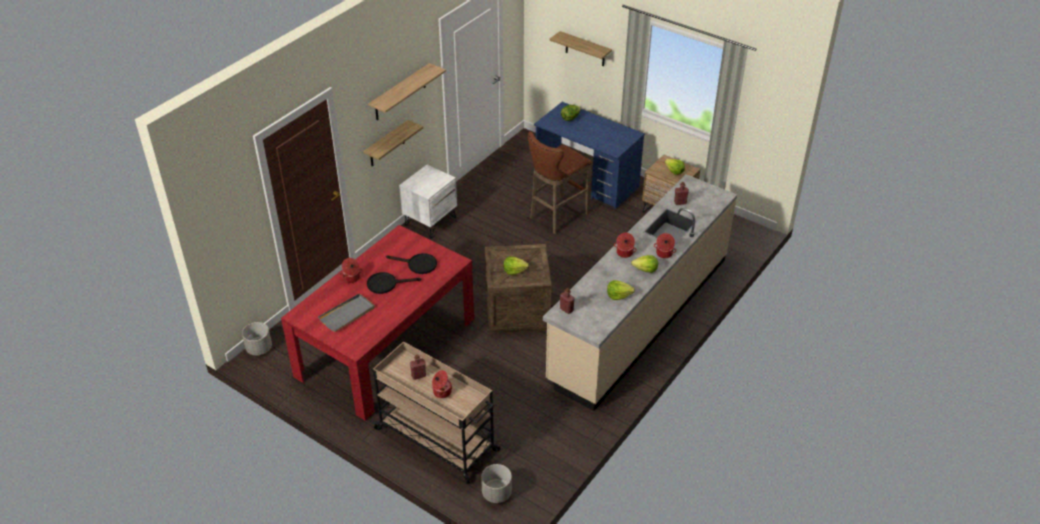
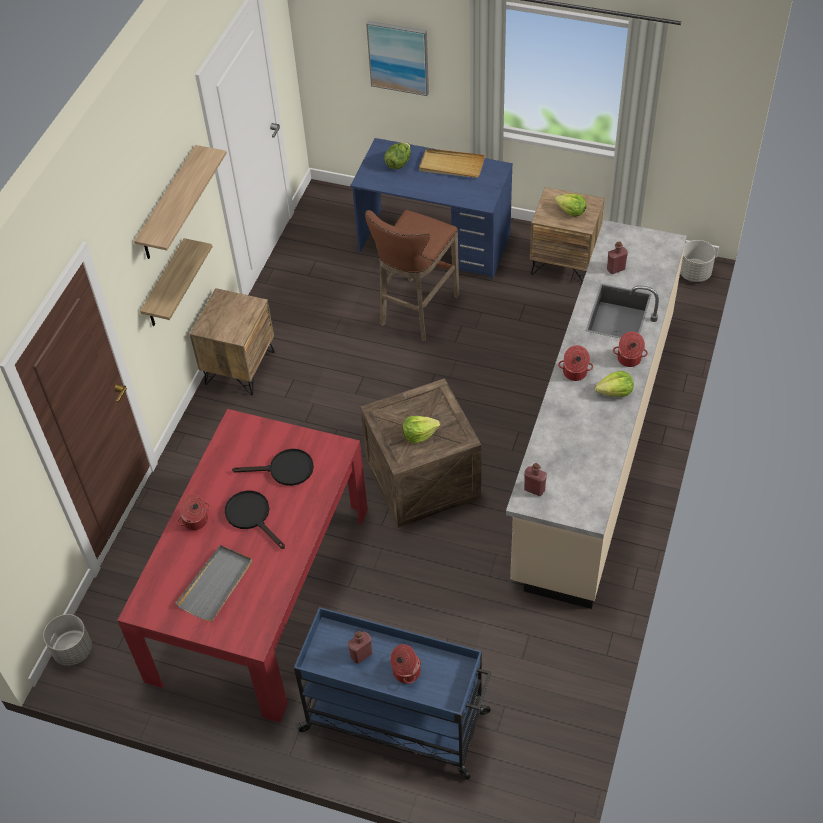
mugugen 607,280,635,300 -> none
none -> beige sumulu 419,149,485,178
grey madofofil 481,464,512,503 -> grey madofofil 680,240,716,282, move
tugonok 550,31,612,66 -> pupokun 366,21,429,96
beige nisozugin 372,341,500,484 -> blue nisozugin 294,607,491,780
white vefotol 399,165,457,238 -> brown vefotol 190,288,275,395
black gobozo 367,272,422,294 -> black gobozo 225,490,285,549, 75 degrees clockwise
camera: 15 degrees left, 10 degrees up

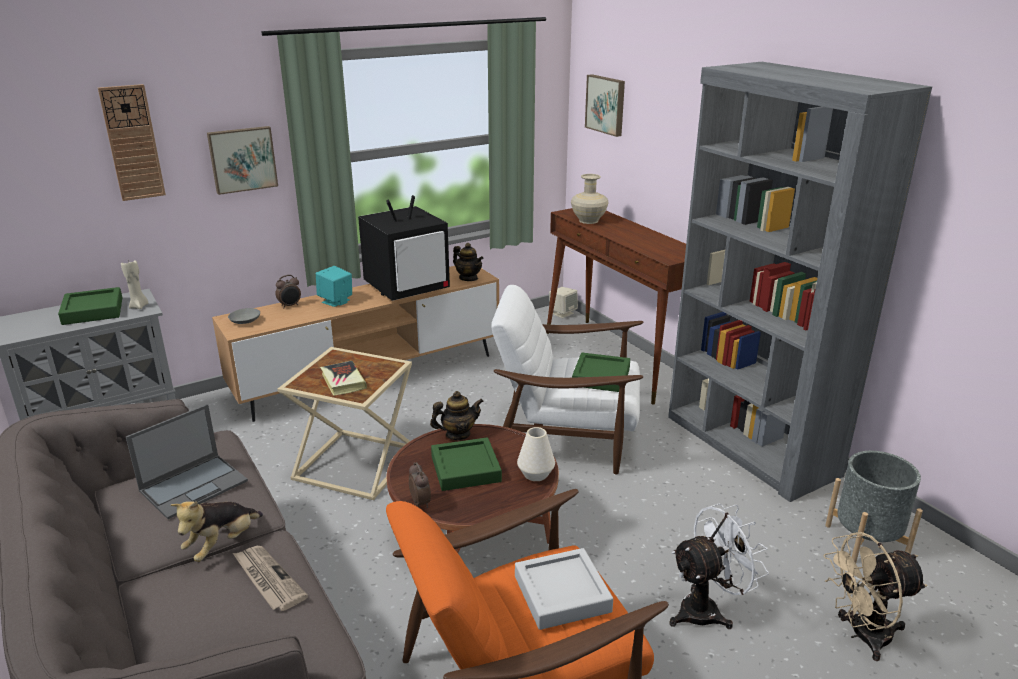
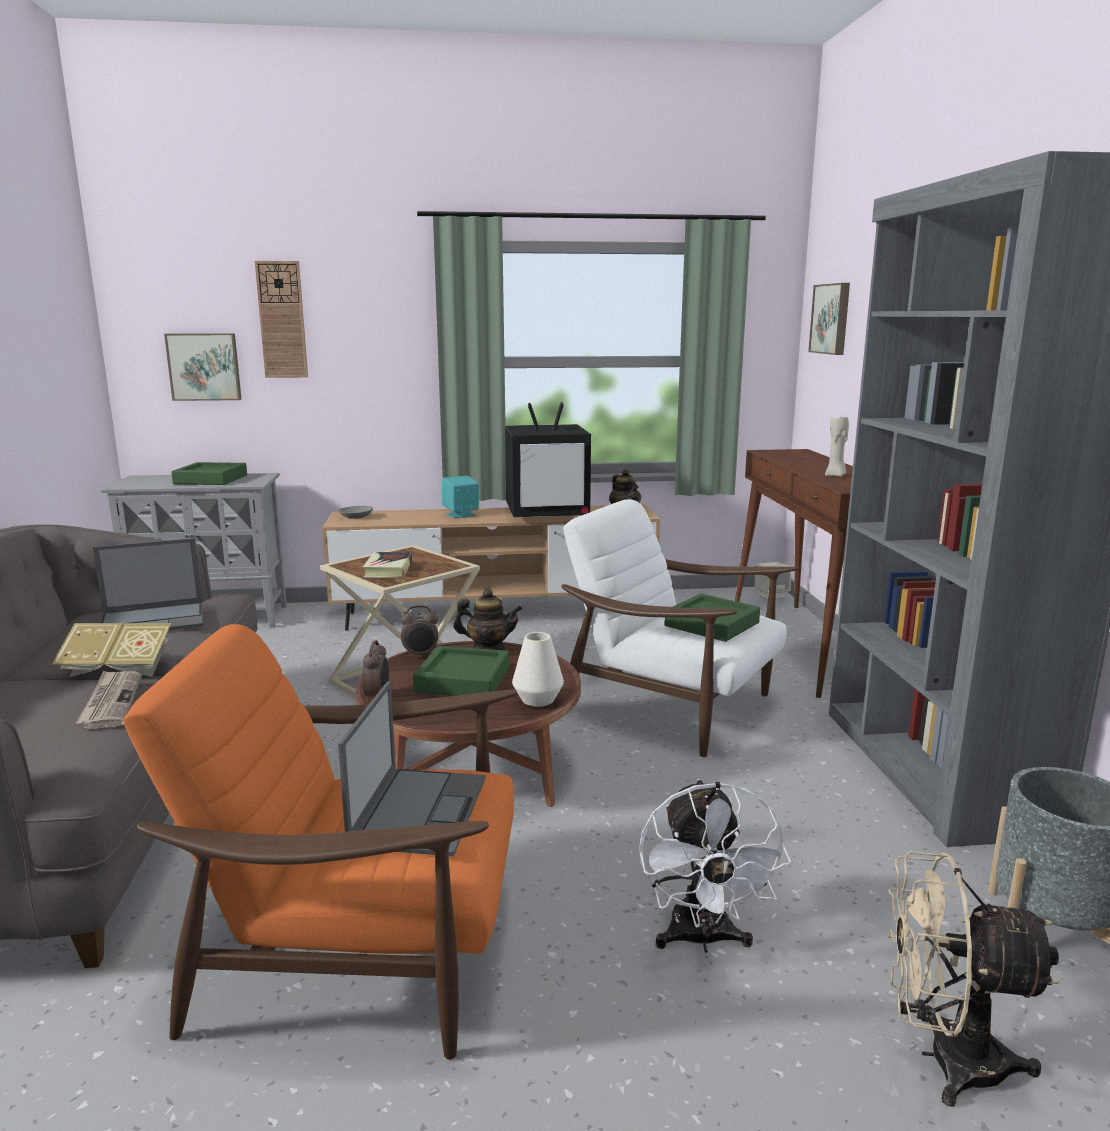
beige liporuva 571,174,608,224 -> none
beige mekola 121,260,148,309 -> beige mekola 825,414,849,477, move
pupokun 207,126,278,195 -> pupokun 164,333,241,401, move
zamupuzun 275,275,301,308 -> zamupuzun 401,605,438,657, move
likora 171,501,263,562 -> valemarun 52,622,171,677
grey sumulu 515,548,613,630 -> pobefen 338,681,486,857
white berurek 670,503,769,629 -> white berurek 639,779,791,953, 90 degrees clockwise
camera: 25 degrees right, 10 degrees down

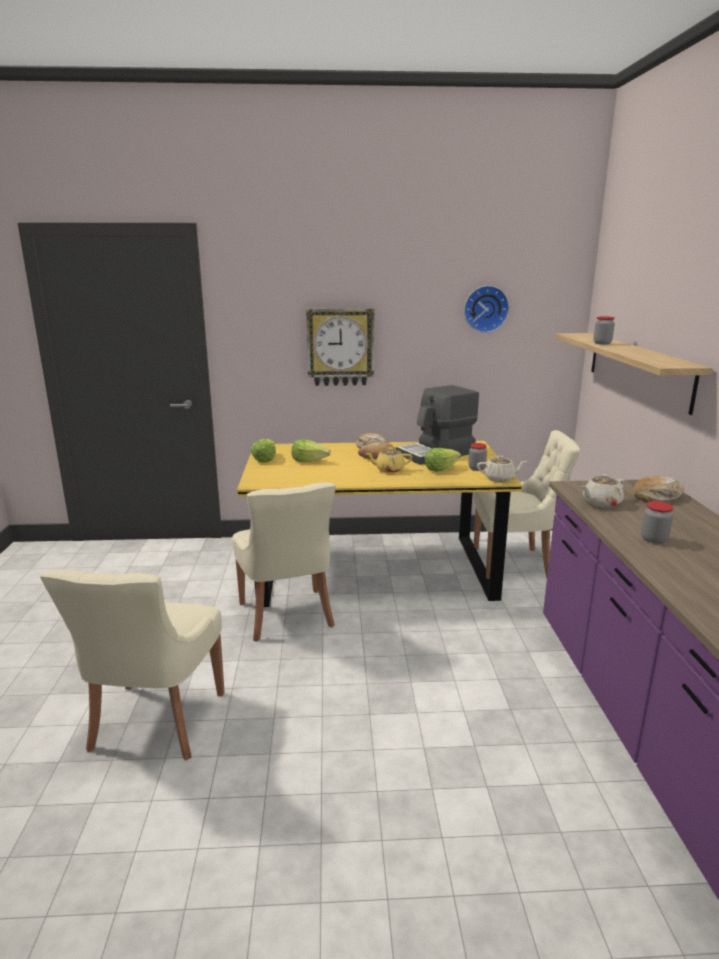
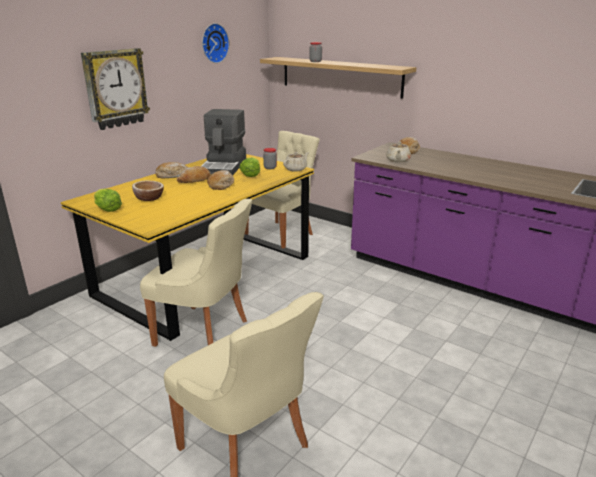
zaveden 641,501,674,544 -> none
mugugen 291,439,331,462 -> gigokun 132,181,164,201
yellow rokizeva 365,448,412,473 -> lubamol 207,170,234,190
camera: 50 degrees left, 5 degrees up

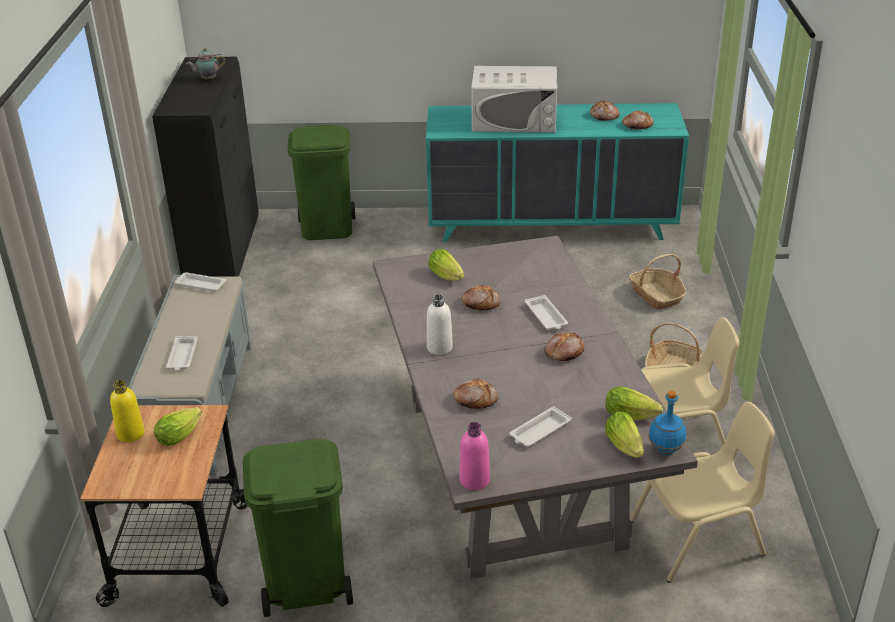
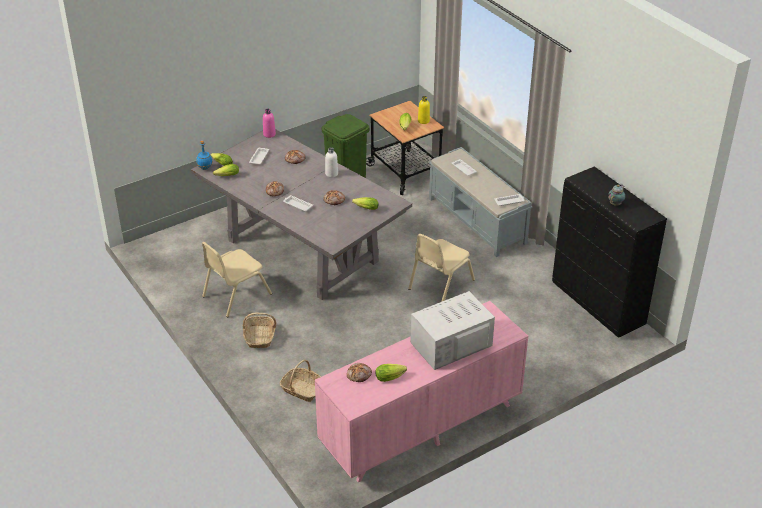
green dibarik 288,125,355,240 -> none
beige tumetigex 630,402,775,583 -> beige tumetigex 408,234,475,302, move
lubamol 590,100,620,121 -> mugugen 375,364,407,382
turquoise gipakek 426,103,689,242 -> pink gipakek 315,301,528,482
camera: 145 degrees right, 5 degrees up

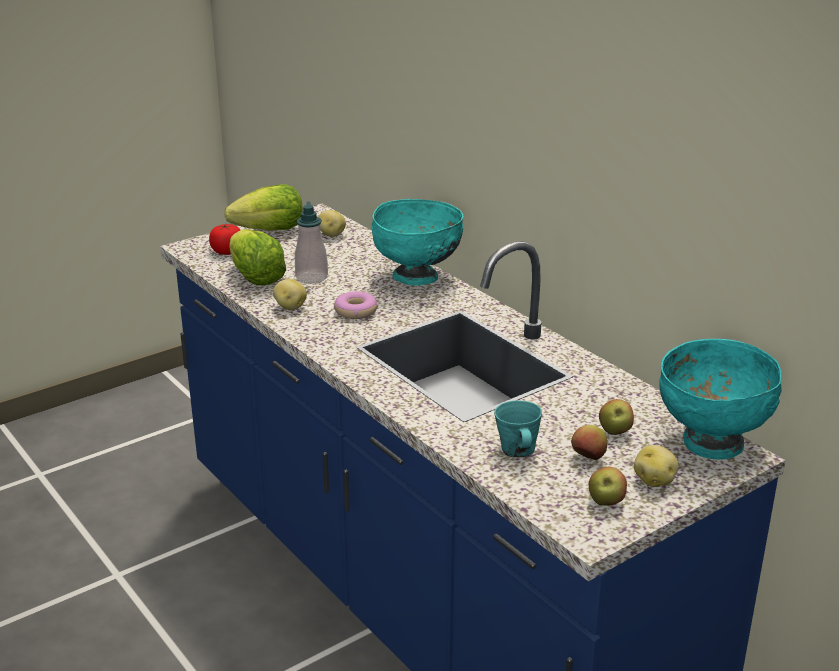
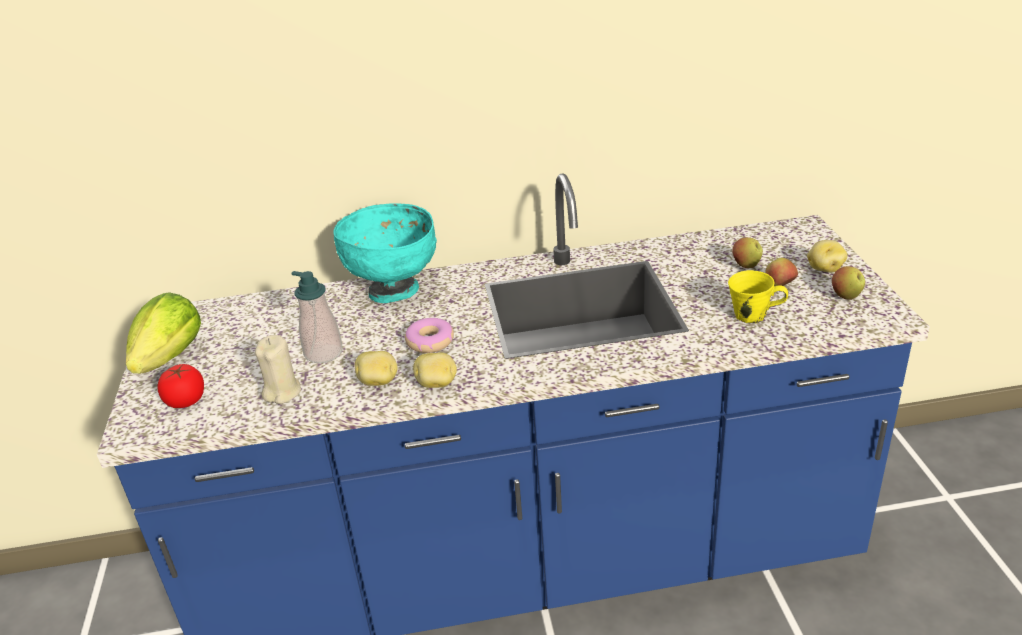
turquoise gigokun 659,339,782,460 -> none
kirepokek 318,210,346,237 -> kirepokek 413,352,457,388, move
mugugen 229,229,286,285 -> beige mekola 255,335,301,404
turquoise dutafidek 494,400,542,457 -> yellow dutafidek 728,270,788,323
camera: 60 degrees left, 5 degrees up

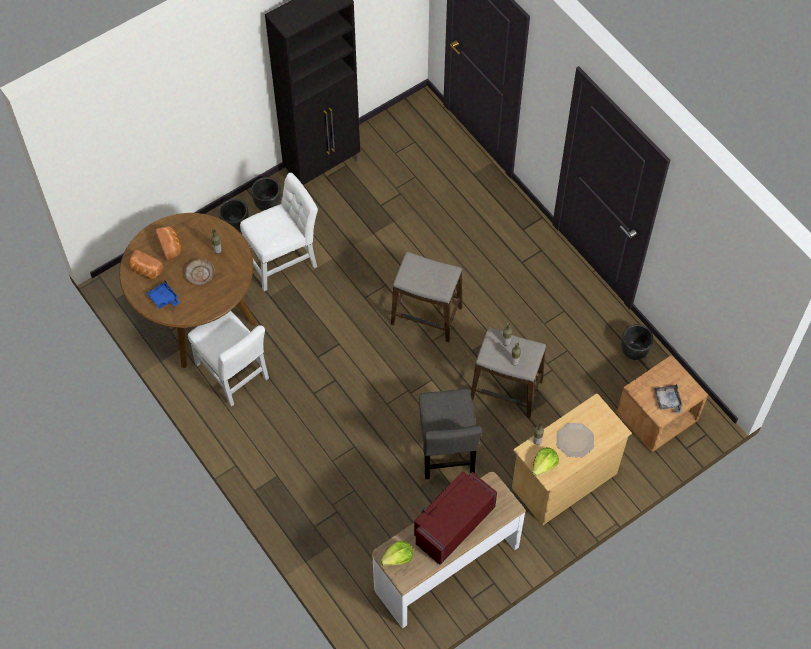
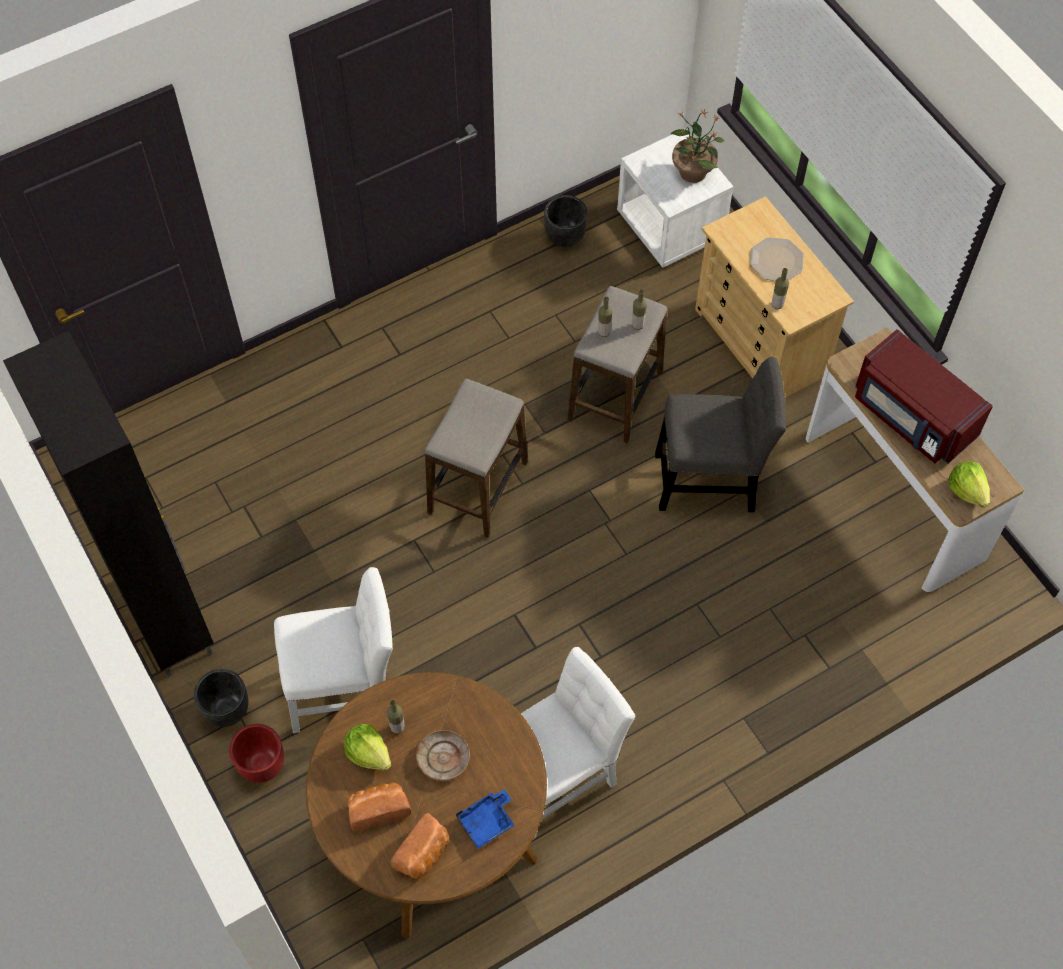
mugugen 532,447,559,476 -> mugugen 344,724,391,771, move
grey sumulu 654,384,683,414 -> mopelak 671,109,724,183
black madofofil 219,199,249,232 -> red madofofil 229,724,284,783
brown vefotol 616,355,708,453 -> white vefotol 617,134,734,268
white tumetigex 240,173,318,291 -> white tumetigex 274,567,393,733, 105 degrees clockwise
camera: 85 degrees left, 0 degrees up

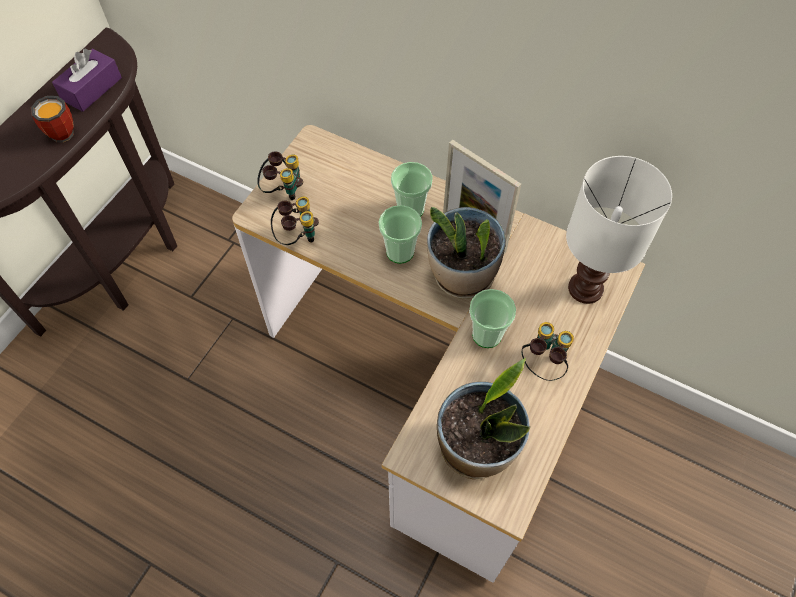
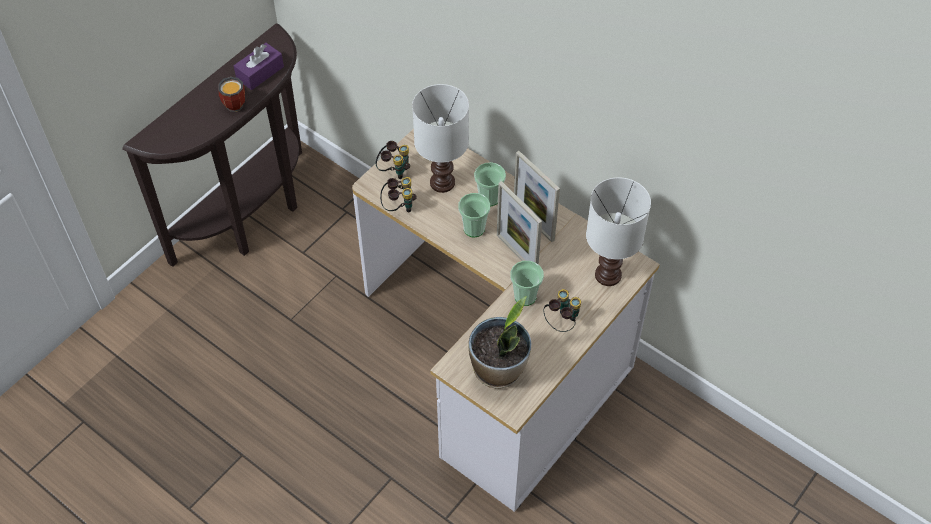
none -> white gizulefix 412,84,469,193
mopelak 427,207,506,299 -> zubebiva 497,181,542,265
camera: 10 degrees right, 5 degrees down

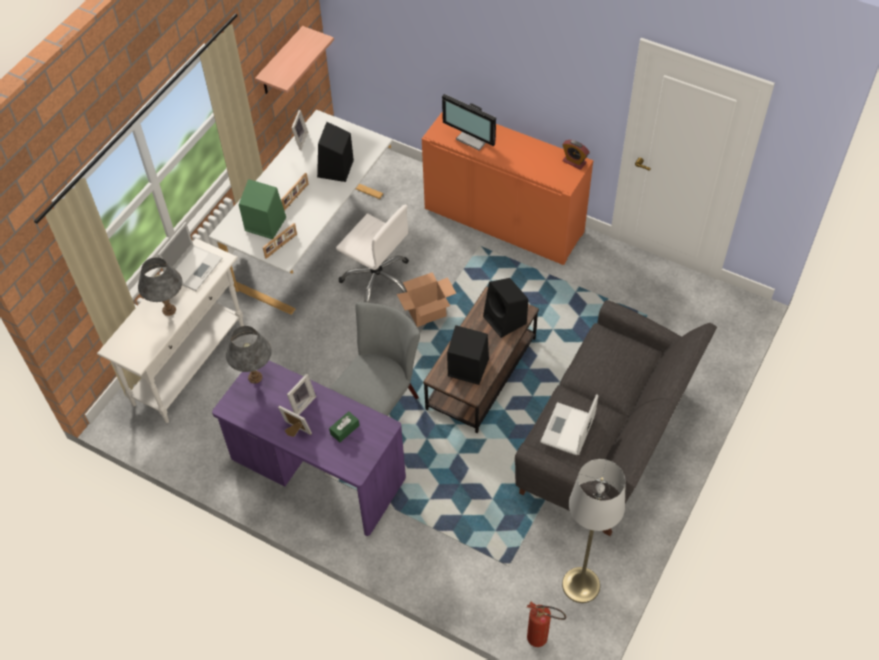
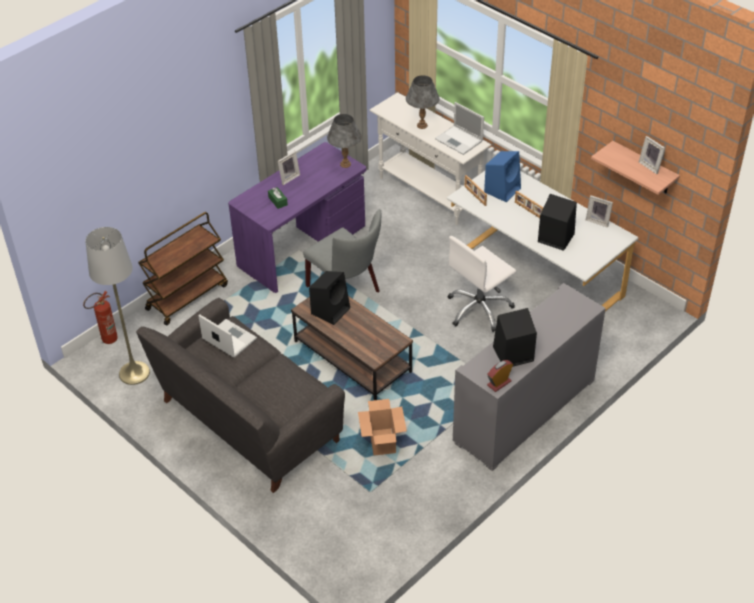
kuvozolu 442,94,496,151 -> none
none -> brown nisozugin 138,212,228,325
zubebiva 287,374,316,415 -> zubebiva 639,136,665,174, move
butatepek 397,272,456,327 -> butatepek 358,399,407,456, move
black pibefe 483,278,528,338 -> black pibefe 493,308,537,367, move
green pibefe 239,179,286,239 -> blue pibefe 484,151,521,202
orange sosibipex 422,112,593,265 -> grey sosibipex 453,283,606,471
camera: 105 degrees right, 10 degrees down

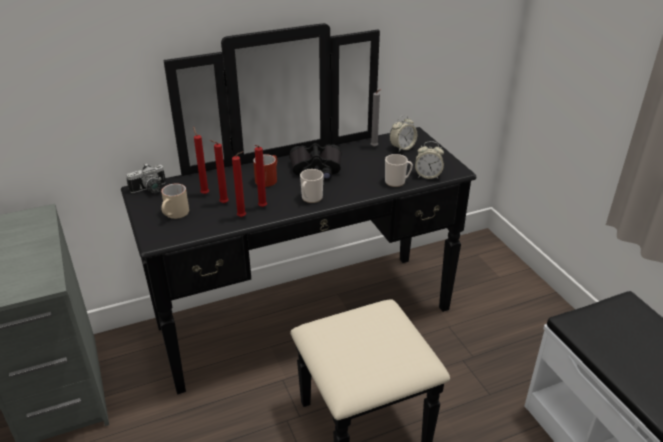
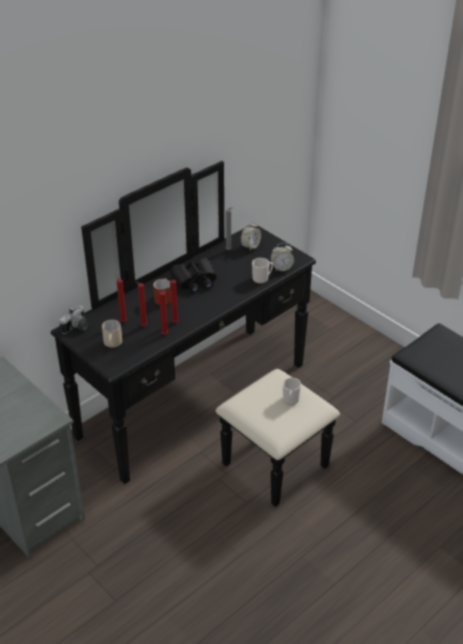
dutafidek 300,169,324,203 -> dutafidek 283,378,301,405, move
camera: 20 degrees left, 5 degrees up

